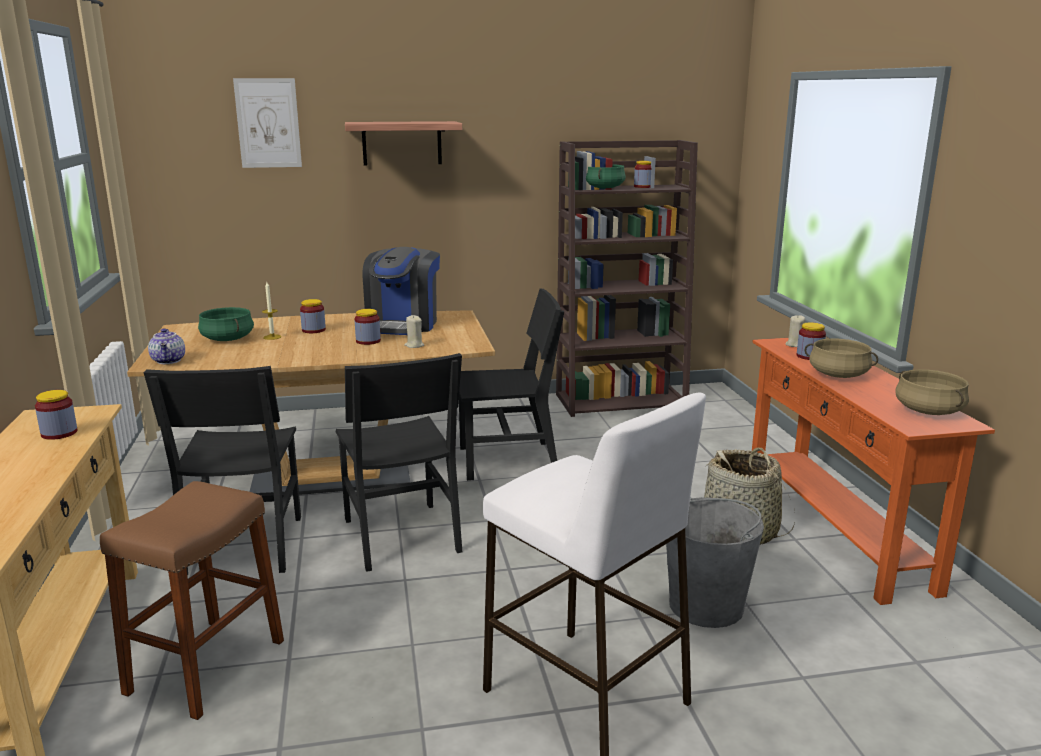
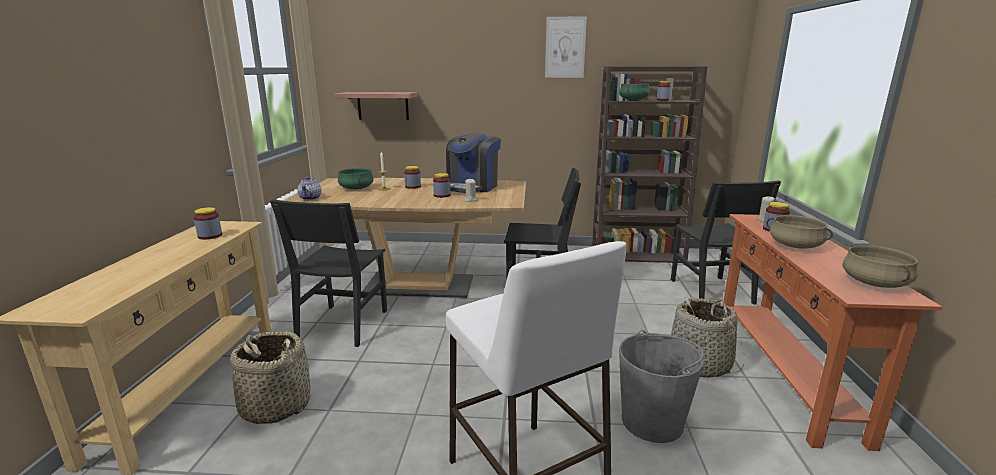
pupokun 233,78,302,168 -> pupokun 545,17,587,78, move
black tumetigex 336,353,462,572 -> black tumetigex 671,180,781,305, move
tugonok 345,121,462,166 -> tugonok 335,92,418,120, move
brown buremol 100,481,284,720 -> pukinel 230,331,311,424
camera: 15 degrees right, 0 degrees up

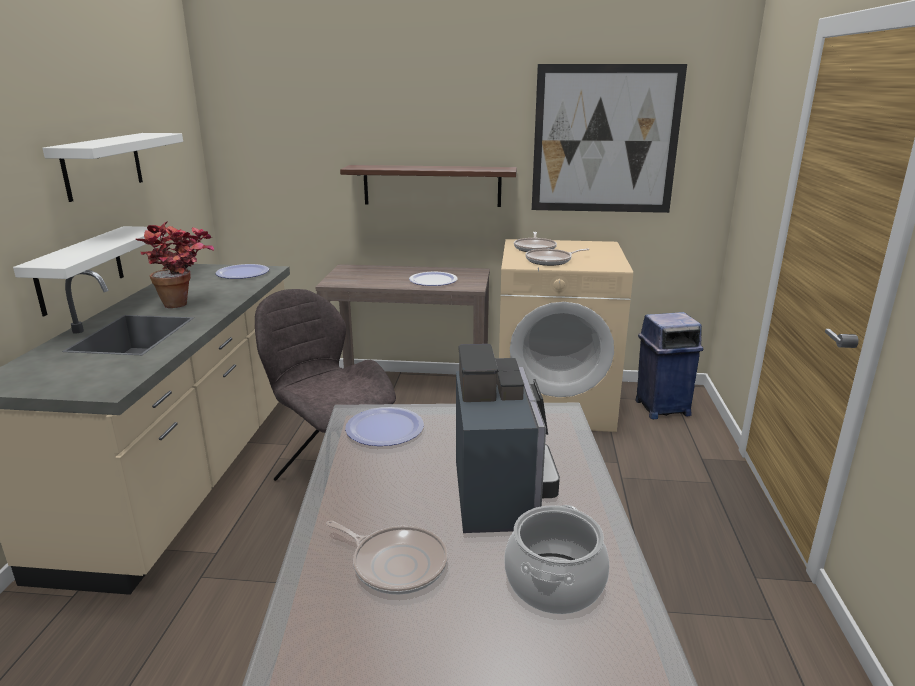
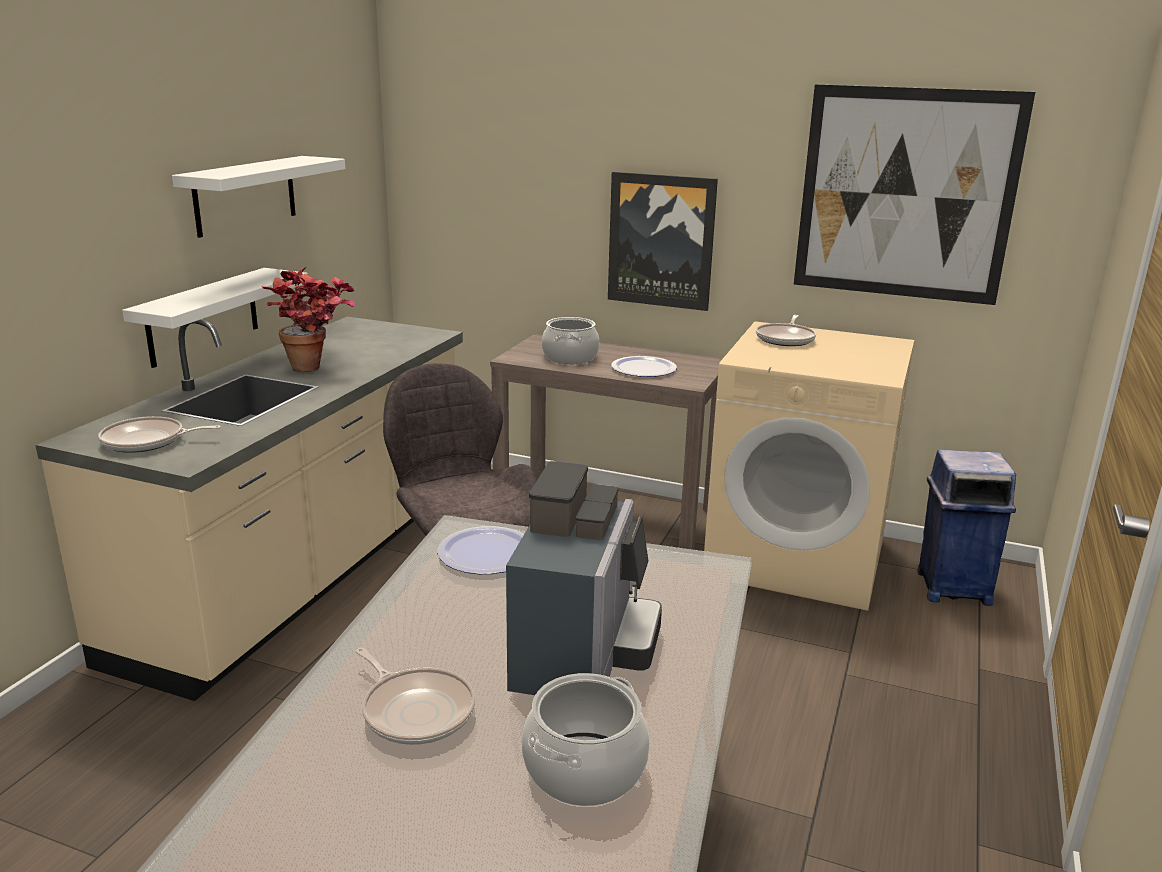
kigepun 215,264,269,279 -> none
none -> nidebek 542,317,600,364
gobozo 525,249,590,266 -> gobozo 98,416,221,453, move
tugonok 340,165,517,207 -> pupokun 608,172,718,311
camera: 15 degrees right, 0 degrees up

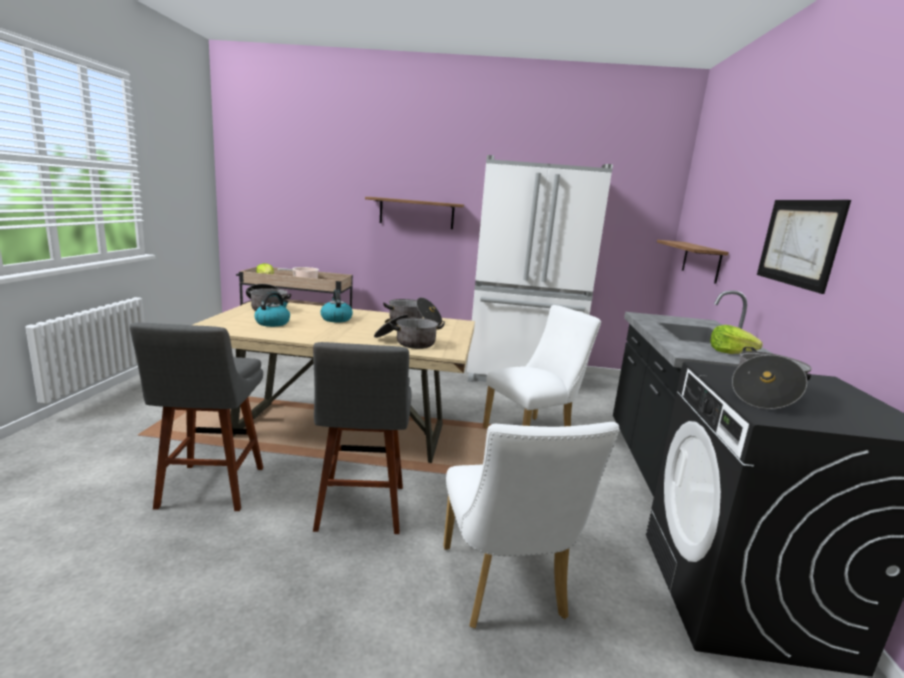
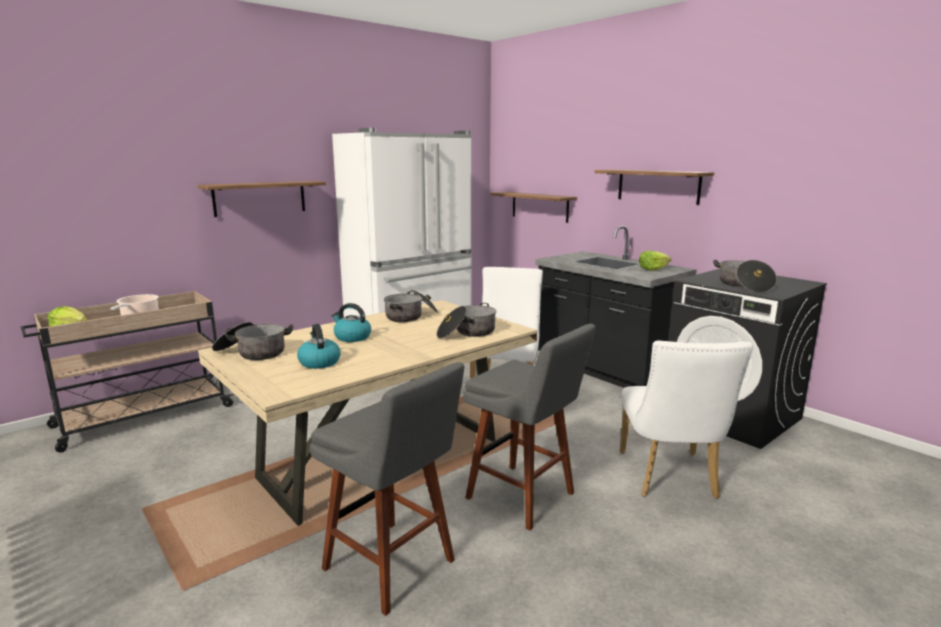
pupokun 757,200,851,294 -> tugonok 594,169,714,205
white tumetigex 443,422,620,628 -> white tumetigex 620,340,753,499, 60 degrees clockwise
camera: 45 degrees left, 0 degrees up

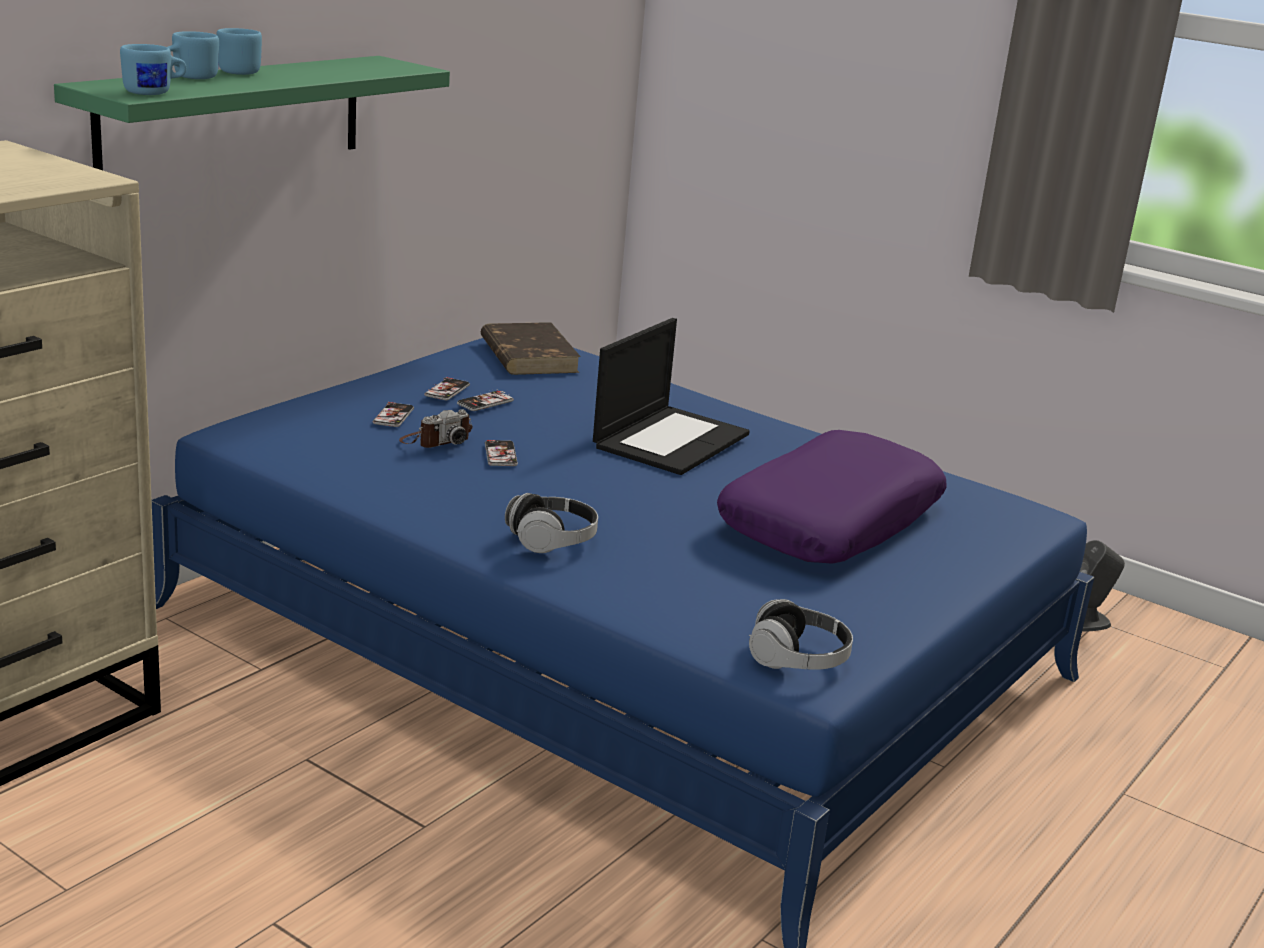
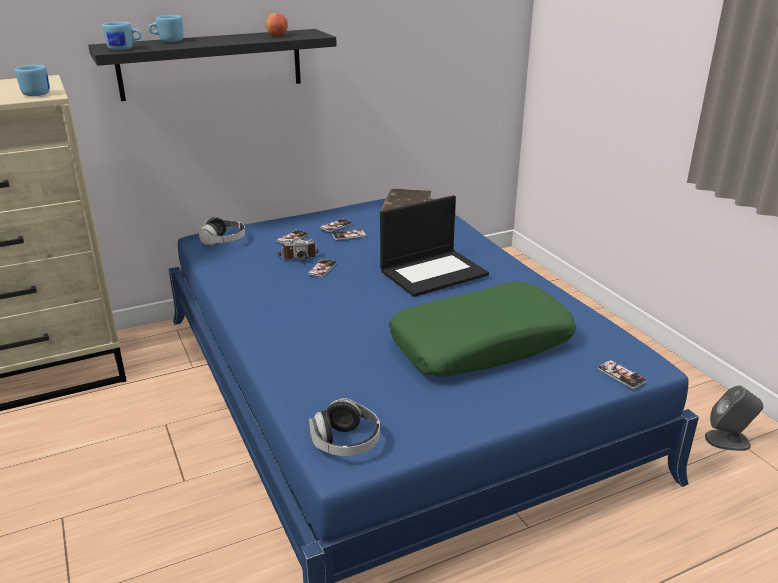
none -> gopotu 265,12,288,36
none -> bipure 597,359,646,389
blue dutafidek 216,28,262,75 -> blue dutafidek 15,65,50,96, move
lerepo 505,493,598,553 -> lerepo 199,217,245,246, move
green tugonok 54,56,450,170 -> black tugonok 88,29,337,101
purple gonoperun 717,430,947,564 -> green gonoperun 389,282,576,377
camera: 30 degrees right, 5 degrees up

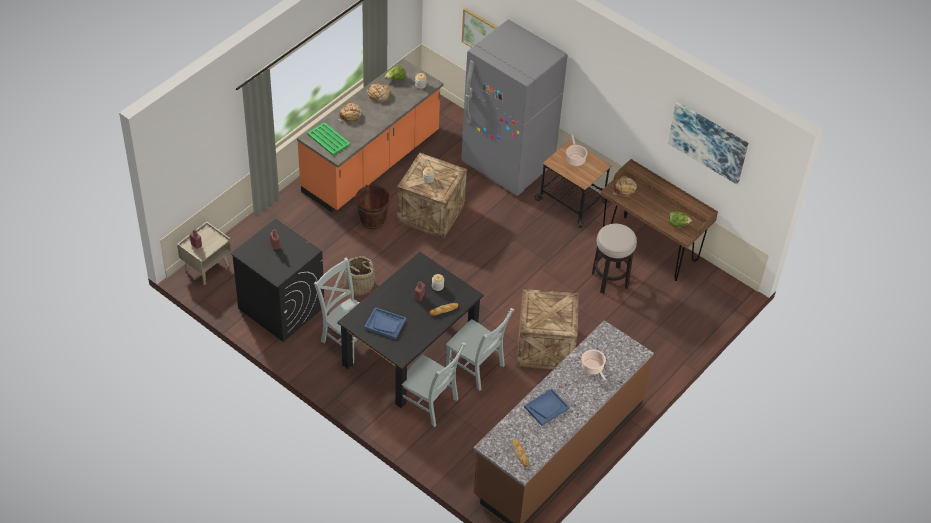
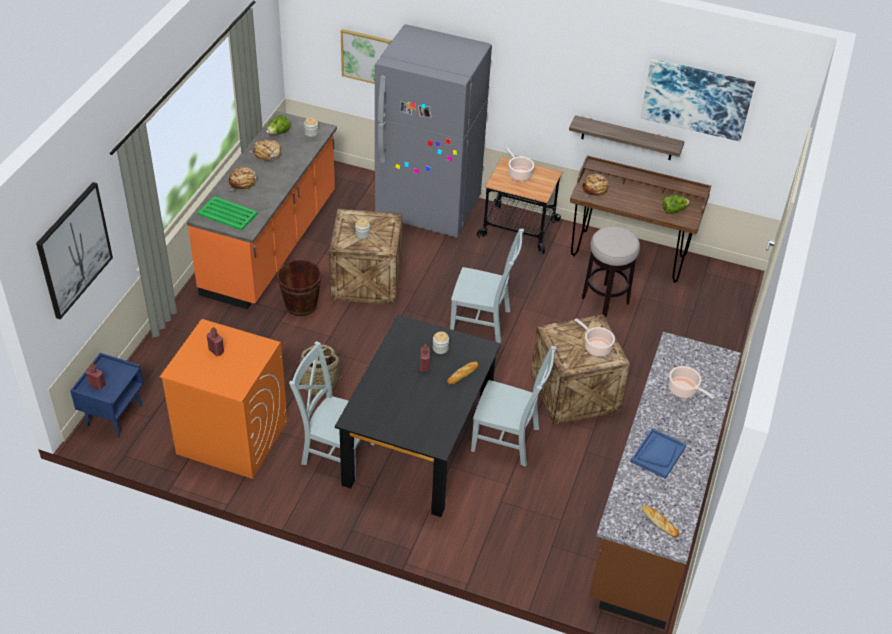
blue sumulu 364,307,406,339 -> none
none -> pupokun 36,182,113,319
none -> tugonok 569,115,685,160
none -> nidebek 574,318,615,357
grey tumetigex 402,342,466,427 -> grey tumetigex 450,229,524,343, move
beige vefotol 177,221,232,285 -> blue vefotol 70,353,144,437
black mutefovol 231,219,325,342 -> orange mutefovol 160,319,287,479
camera: 20 degrees left, 5 degrees down

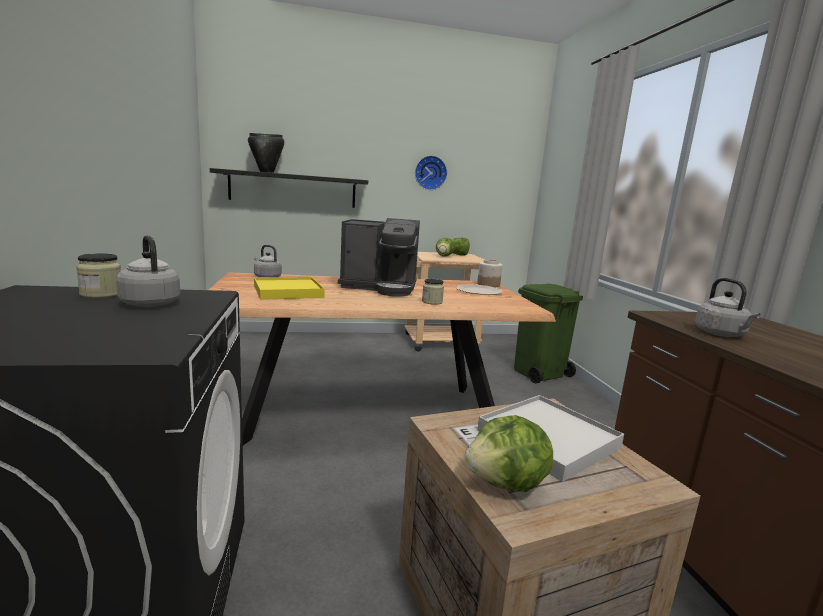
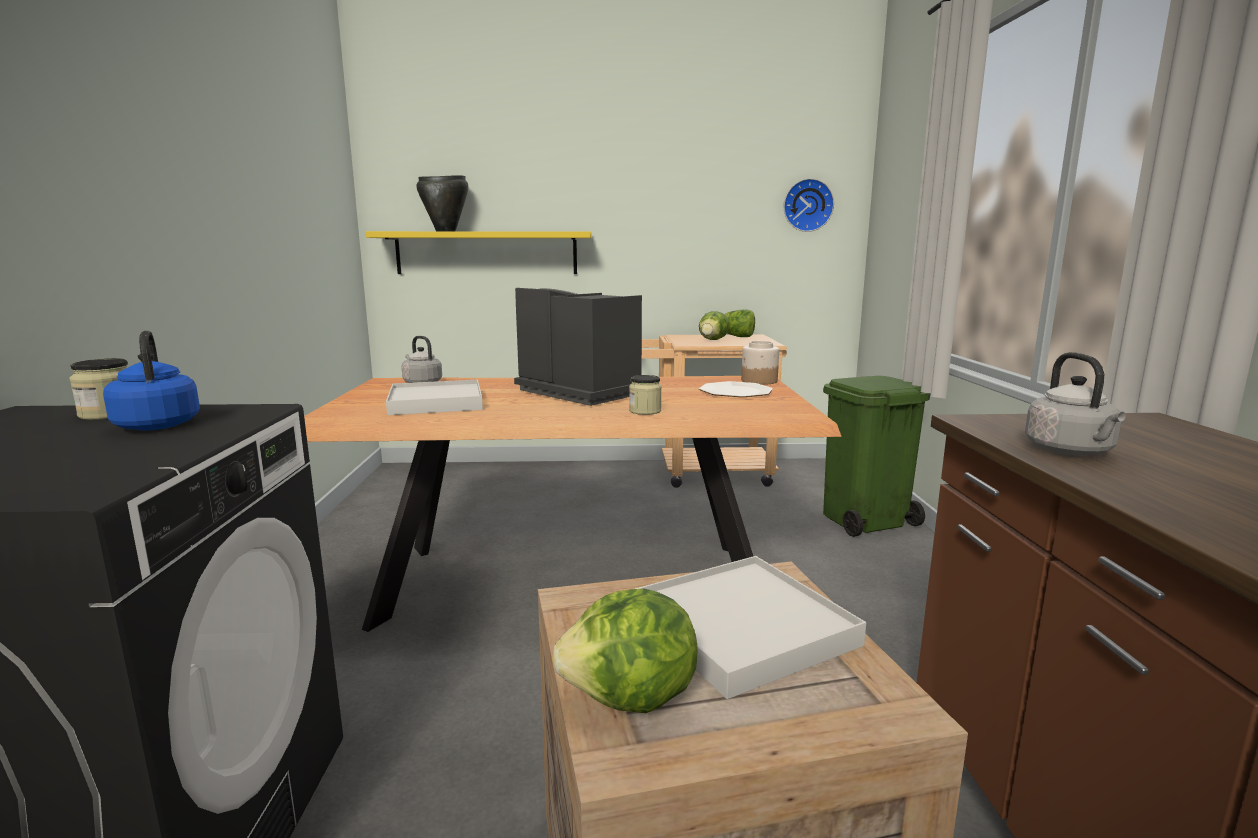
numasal 415,155,447,190 -> numasal 784,178,834,232, move
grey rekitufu 116,235,180,307 -> blue rekitufu 103,330,200,430
black tugonok 210,168,368,208 -> yellow tugonok 365,231,592,274
yellow sumulu 254,277,325,300 -> white sumulu 386,380,483,415
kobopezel 338,218,420,297 -> kobopezel 514,288,642,406, 150 degrees counterclockwise
camera: 10 degrees right, 0 degrees up

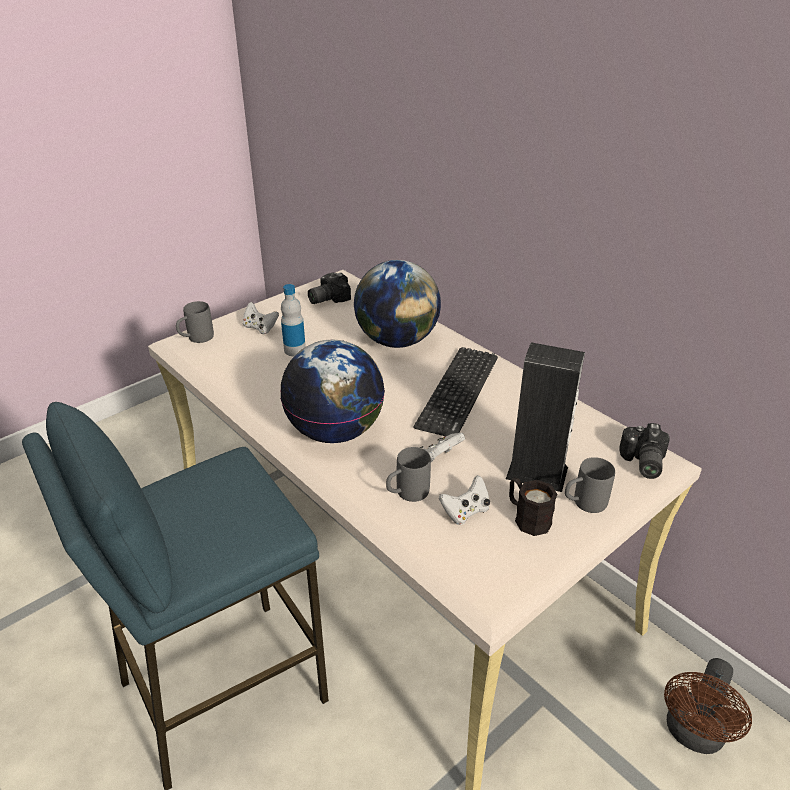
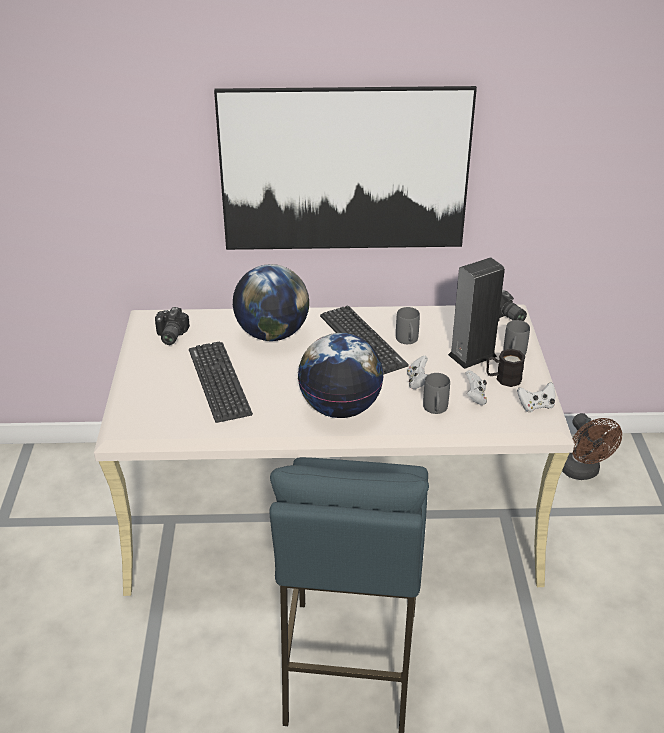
none -> pupokun 214,86,477,250
grey dutafidek 176,301,214,343 -> grey dutafidek 396,307,420,344, move
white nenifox 243,302,279,334 -> white nenifox 517,382,555,412, move
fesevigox 281,284,306,356 -> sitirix 189,341,253,423
camera: 50 degrees left, 0 degrees up

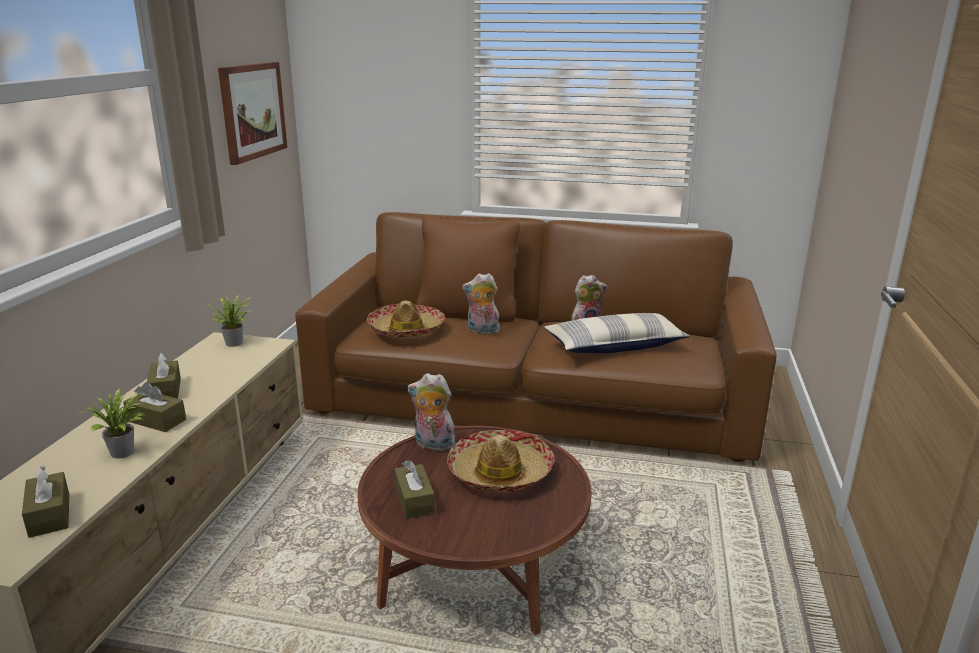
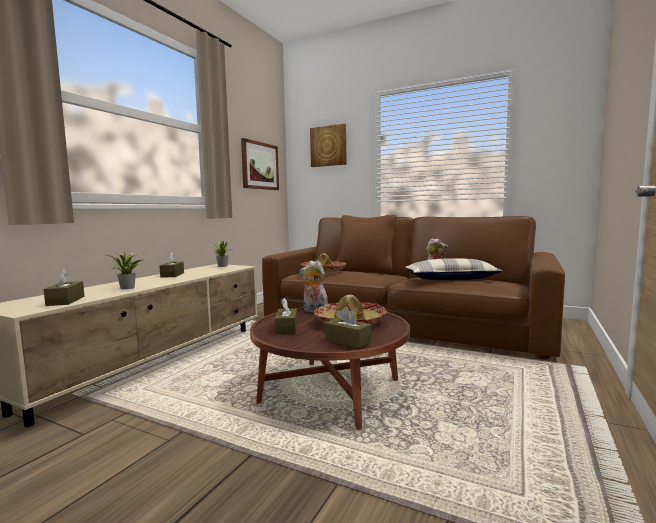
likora 462,273,502,335 -> none
none -> pupokun 310,124,347,167
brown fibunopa 123,382,186,432 -> brown fibunopa 325,306,371,348, move
camera: 15 degrees right, 15 degrees down

